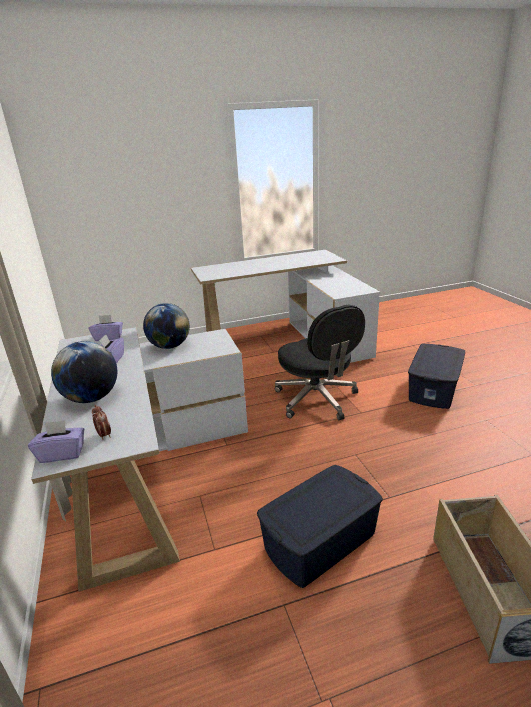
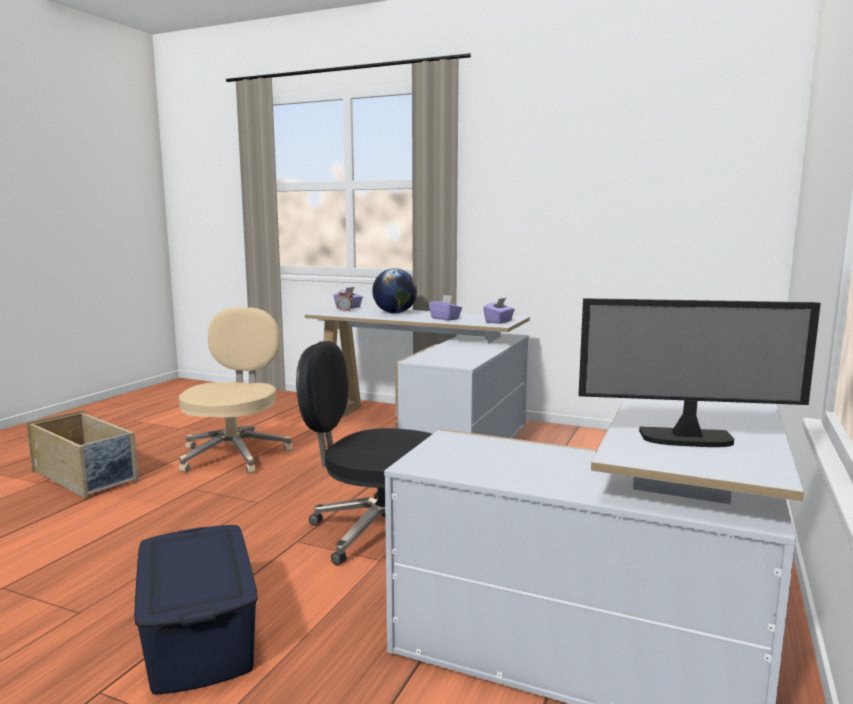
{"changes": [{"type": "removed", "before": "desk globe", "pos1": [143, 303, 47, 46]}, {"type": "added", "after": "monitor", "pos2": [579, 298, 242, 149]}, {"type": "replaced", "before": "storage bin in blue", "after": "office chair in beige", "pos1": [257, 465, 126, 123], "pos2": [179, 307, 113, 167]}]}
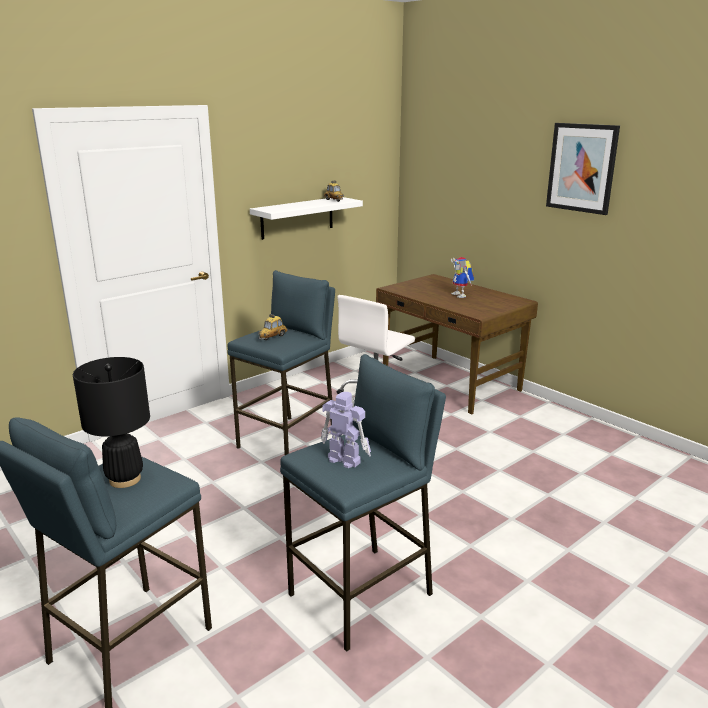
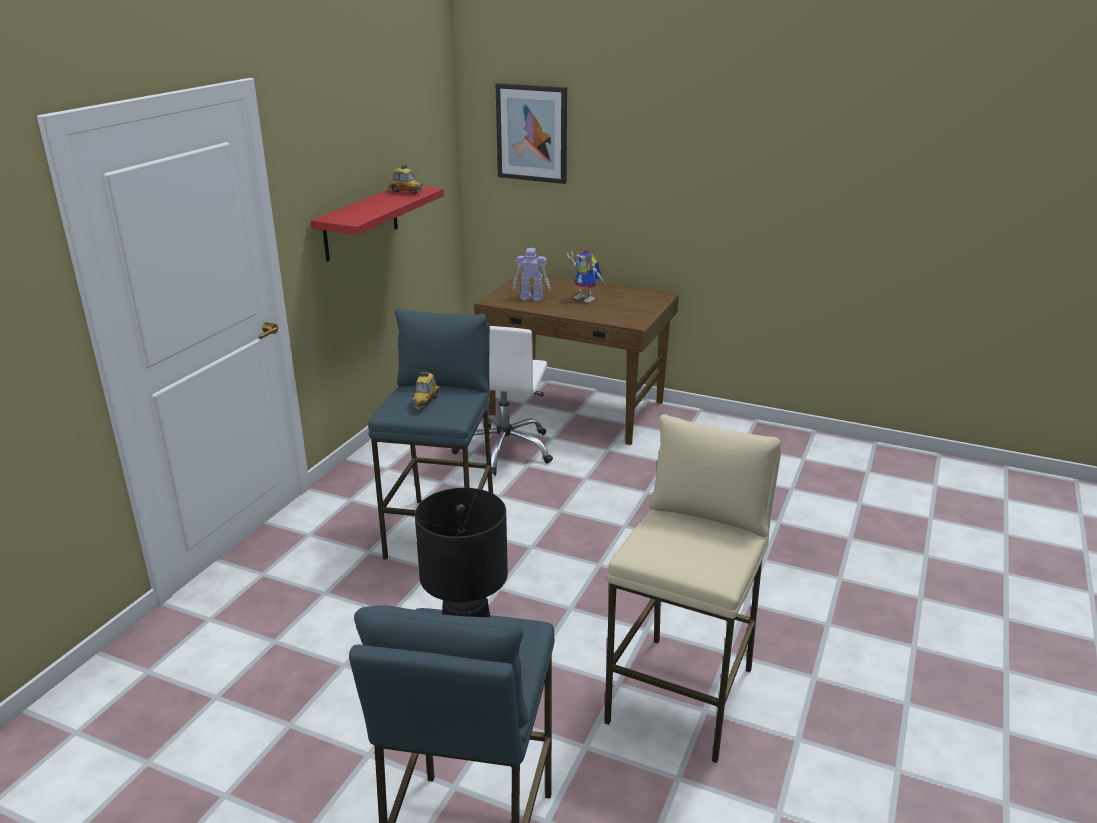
{"changes": [{"type": "moved", "before": "toy robot", "pos1": [321, 392, 50, 76], "pos2": [512, 248, 39, 53]}, {"type": "moved", "before": "wall picture", "pos1": [546, 123, 74, 92], "pos2": [496, 83, 71, 101]}, {"type": "recoloured", "before": "wall shelf in white", "after": "wall shelf in reddish", "pos1": [250, 197, 113, 43], "pos2": [311, 186, 133, 76]}, {"type": "recoloured", "before": "stool in blue", "after": "stool in beige", "pos1": [280, 354, 166, 298], "pos2": [604, 414, 178, 350]}]}
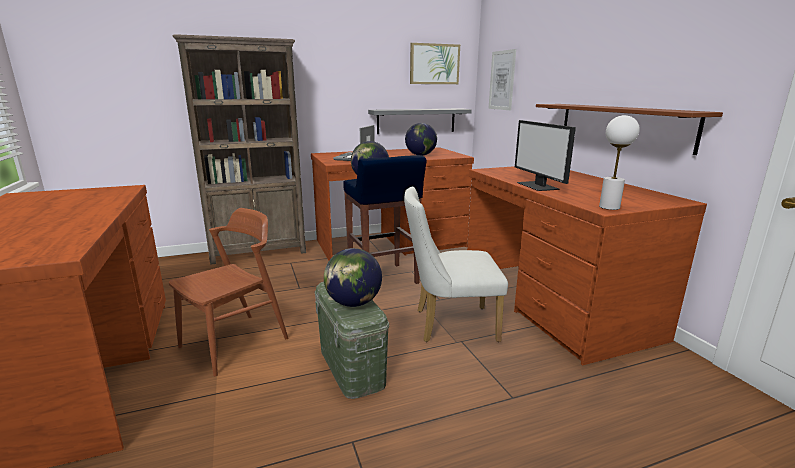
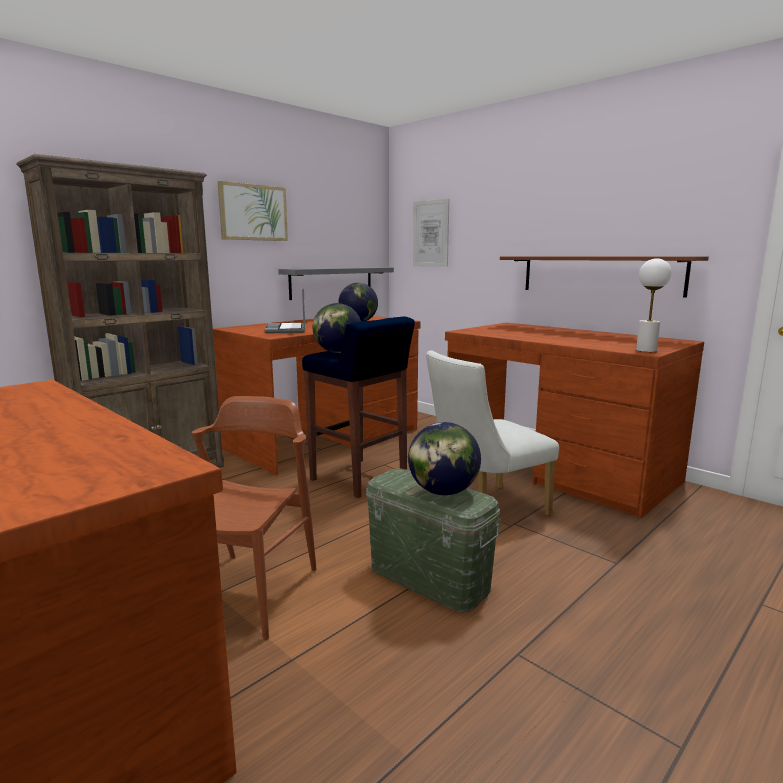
{"changes": [{"type": "removed", "before": "monitor", "pos1": [515, 120, 61, 71]}, {"type": "moved", "before": "wall picture", "pos1": [410, 43, 50, 41], "pos2": [217, 181, 71, 60]}]}
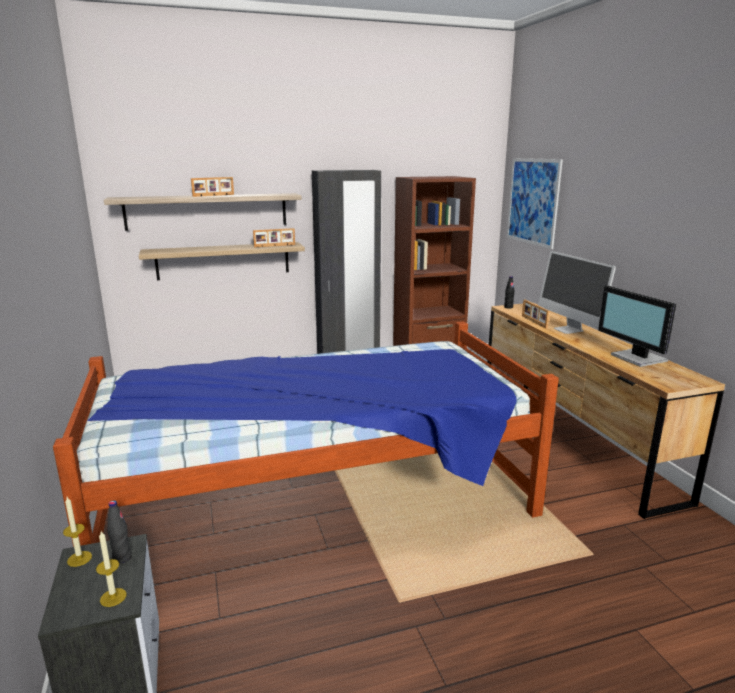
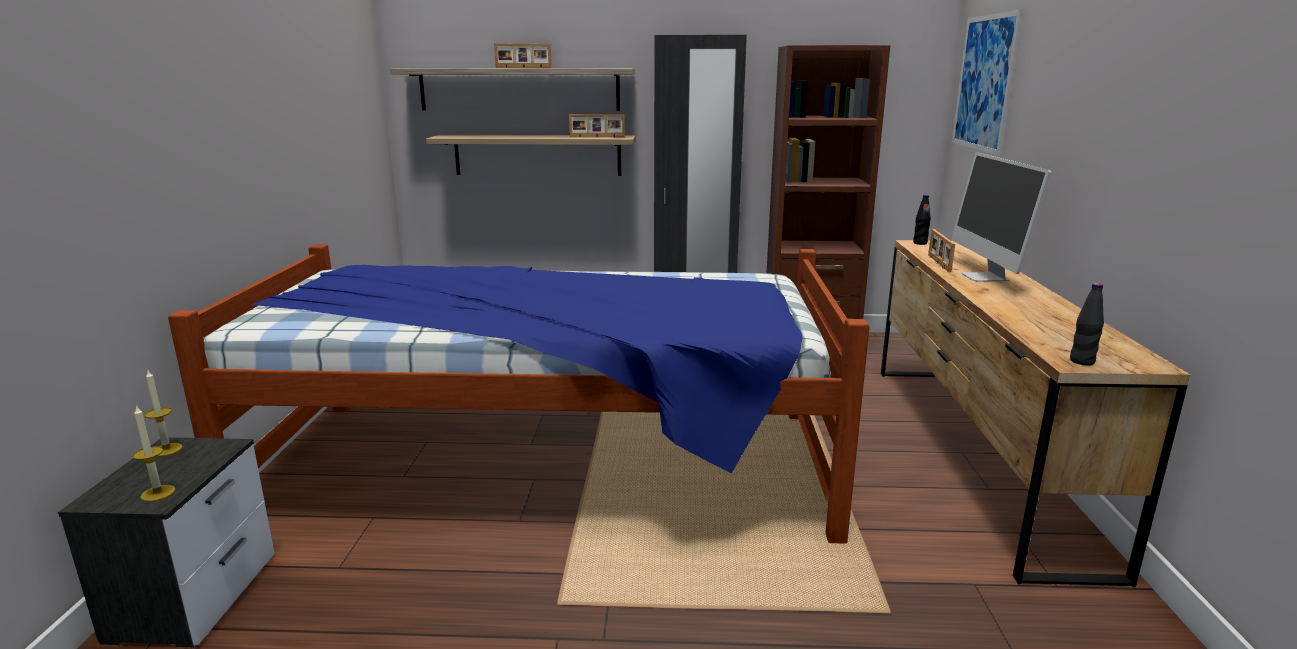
{"changes": [{"type": "removed", "before": "monitor", "pos1": [598, 286, 78, 81]}, {"type": "moved", "before": "bottle in black", "pos1": [107, 500, 25, 63], "pos2": [1070, 283, 34, 82]}]}
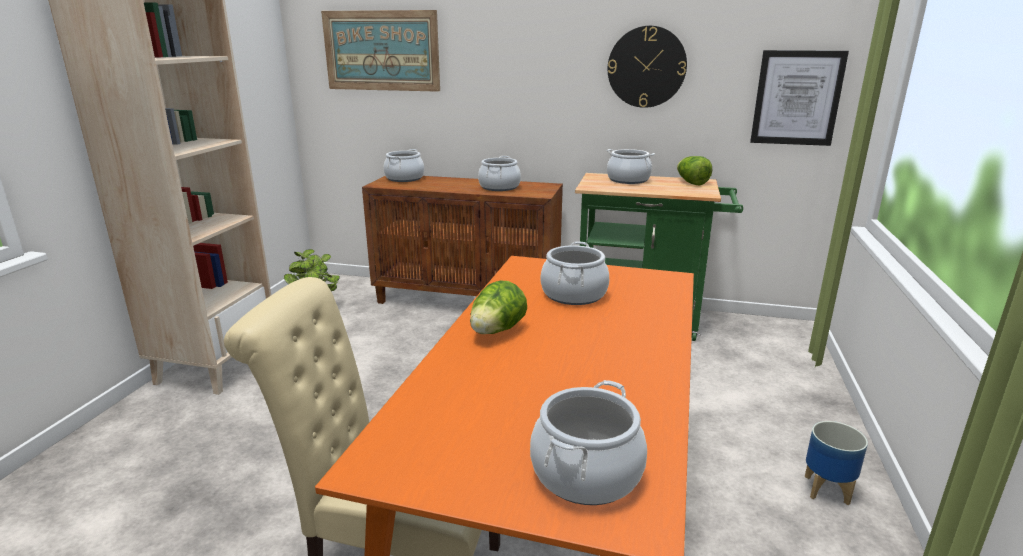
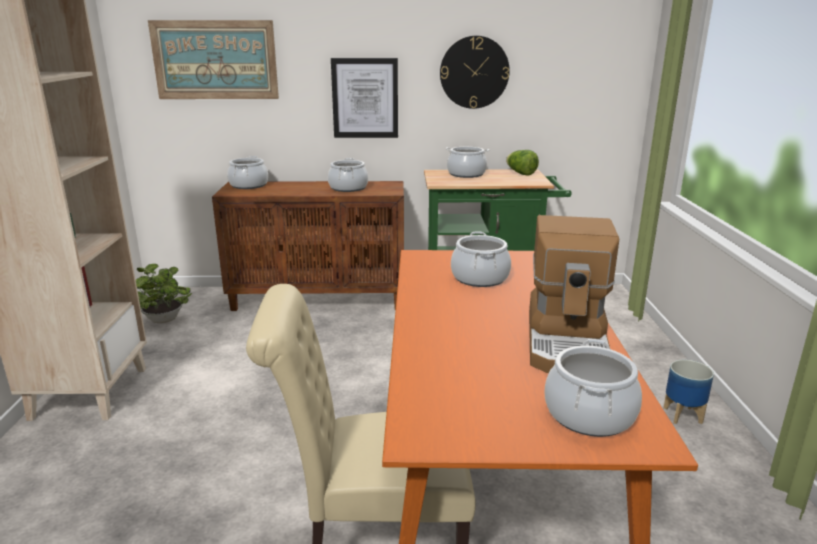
{"changes": [{"type": "removed", "before": "lettuce head", "pos1": [470, 280, 57, 54]}, {"type": "added", "after": "coffee machine", "pos2": [529, 215, 90, 158]}, {"type": "moved", "before": "wall picture", "pos1": [750, 50, 99, 96], "pos2": [331, 58, 67, 80]}]}
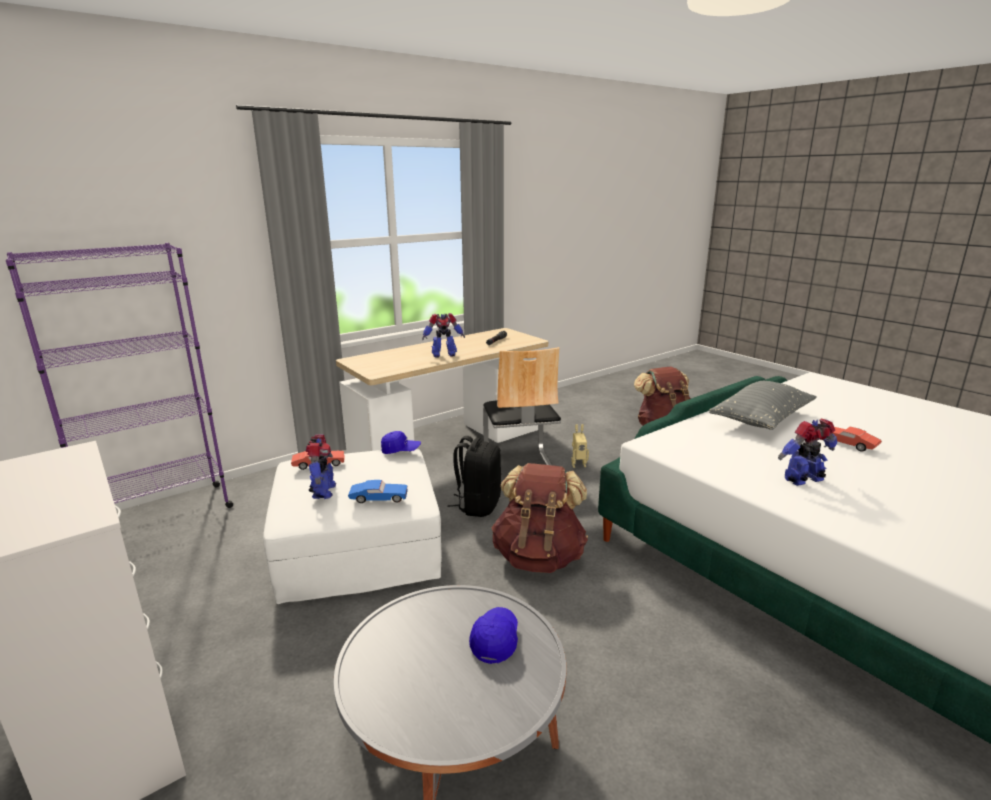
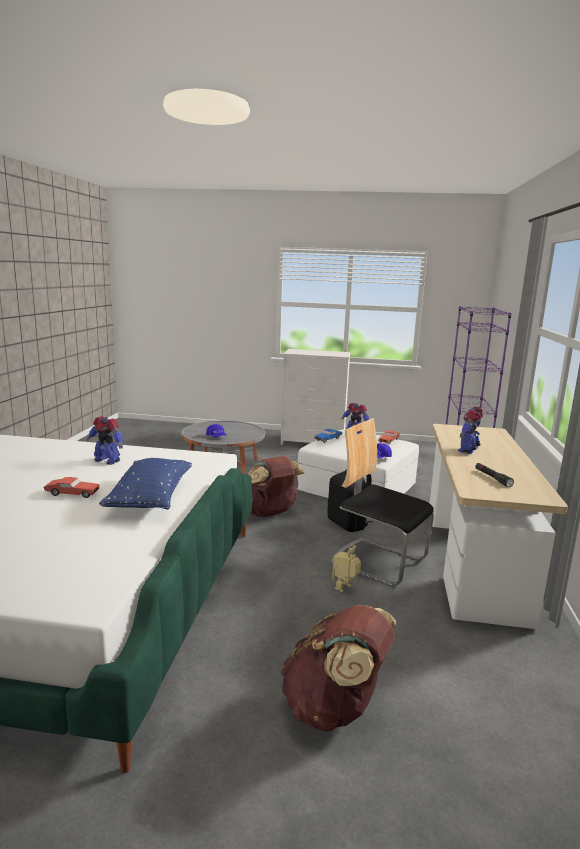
{"changes": [{"type": "recoloured", "before": "throw pillow in grey", "after": "throw pillow in blue", "pos1": [709, 381, 108, 49], "pos2": [99, 458, 93, 52]}, {"type": "turned", "before": "toy robot", "pos1": [778, 418, 59, 68], "pos2": [87, 416, 36, 49], "turn": 90}]}
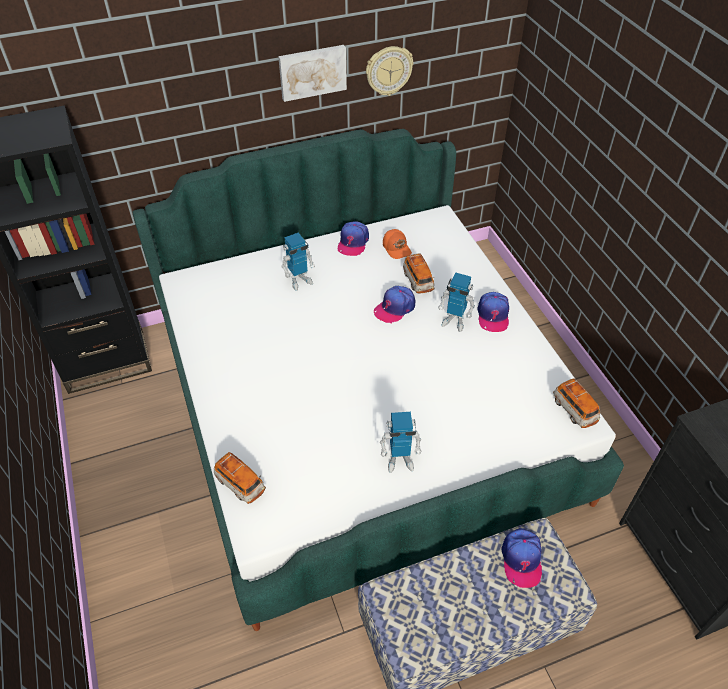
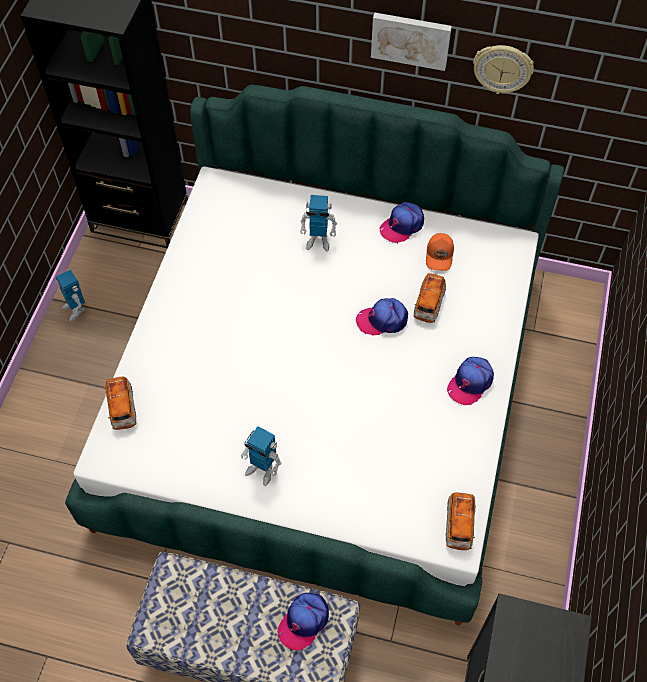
{"changes": [{"type": "moved", "before": "toy robot", "pos1": [439, 272, 36, 60], "pos2": [56, 270, 29, 51]}]}
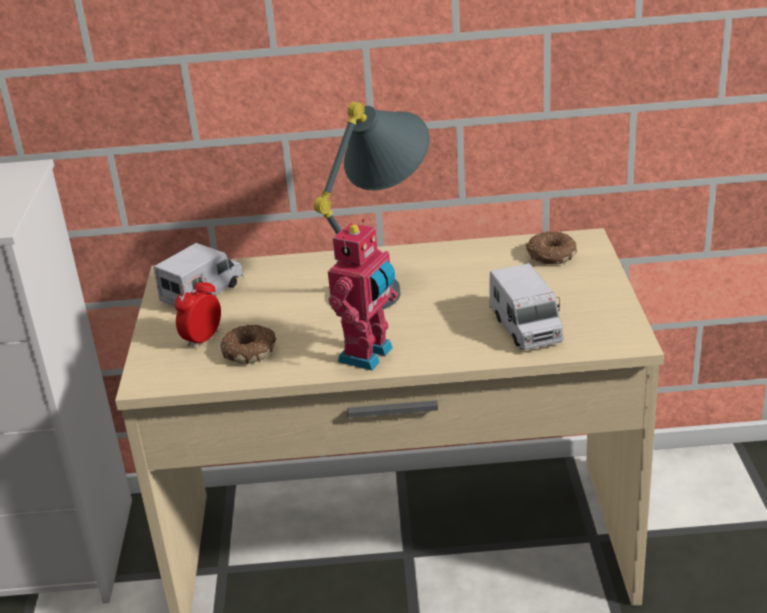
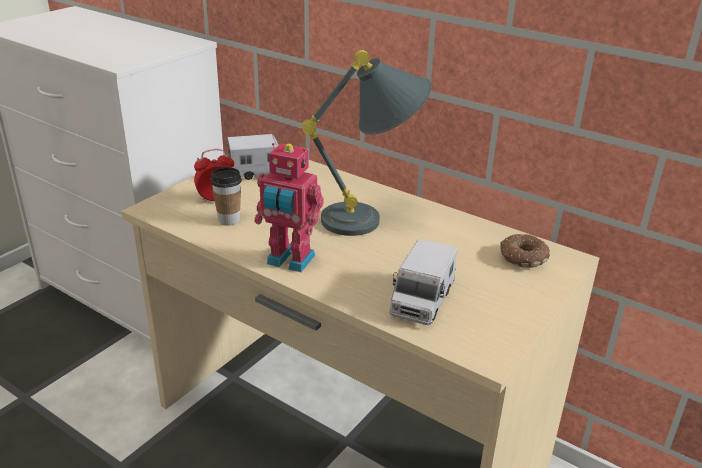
{"changes": [{"type": "replaced", "before": "donut", "after": "cup", "pos1": [220, 324, 57, 40], "pos2": [210, 167, 32, 59]}, {"type": "turned", "before": "toy robot", "pos1": [328, 219, 70, 151], "pos2": [254, 143, 70, 129], "turn": 45}]}
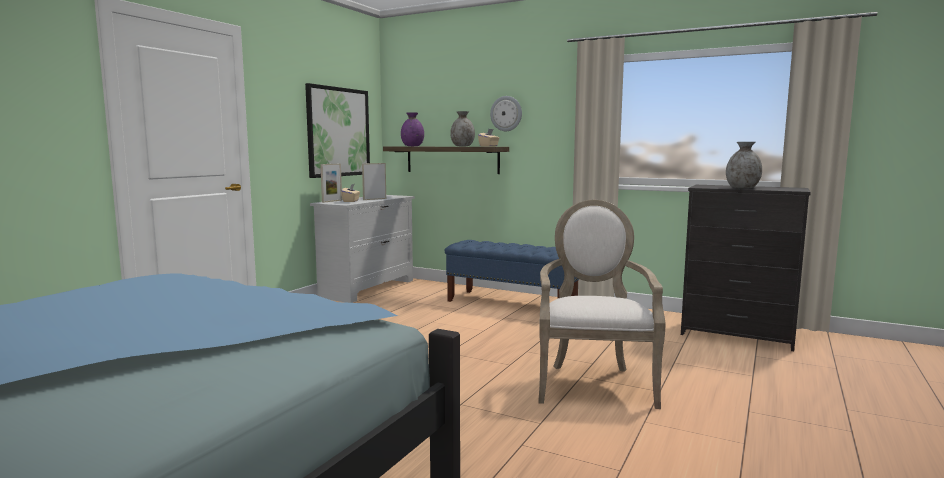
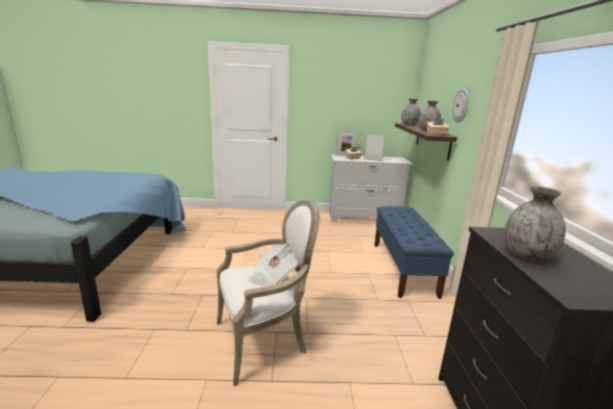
{"changes": [{"type": "removed", "before": "wall picture", "pos1": [305, 83, 65, 95]}, {"type": "added", "after": "printed paper", "pos2": [248, 244, 51, 43]}, {"type": "recoloured", "before": "vase in purple-coloured", "after": "vase in grey", "pos1": [401, 112, 23, 34], "pos2": [401, 99, 20, 27]}]}
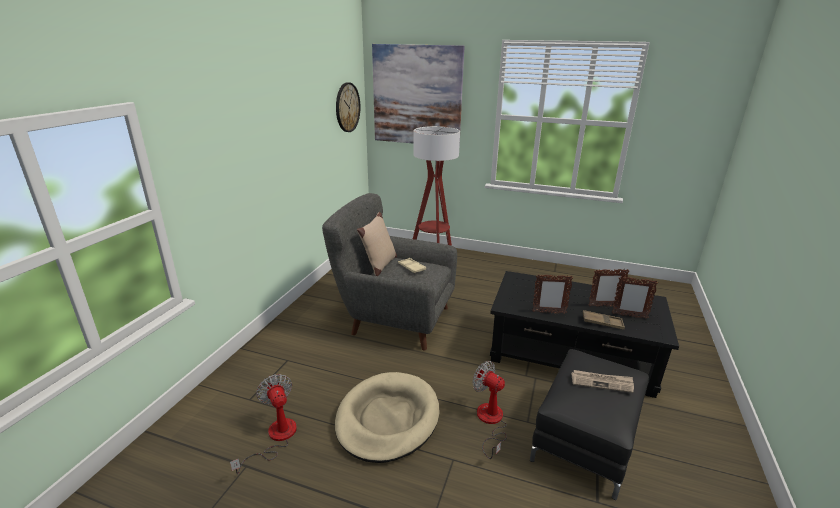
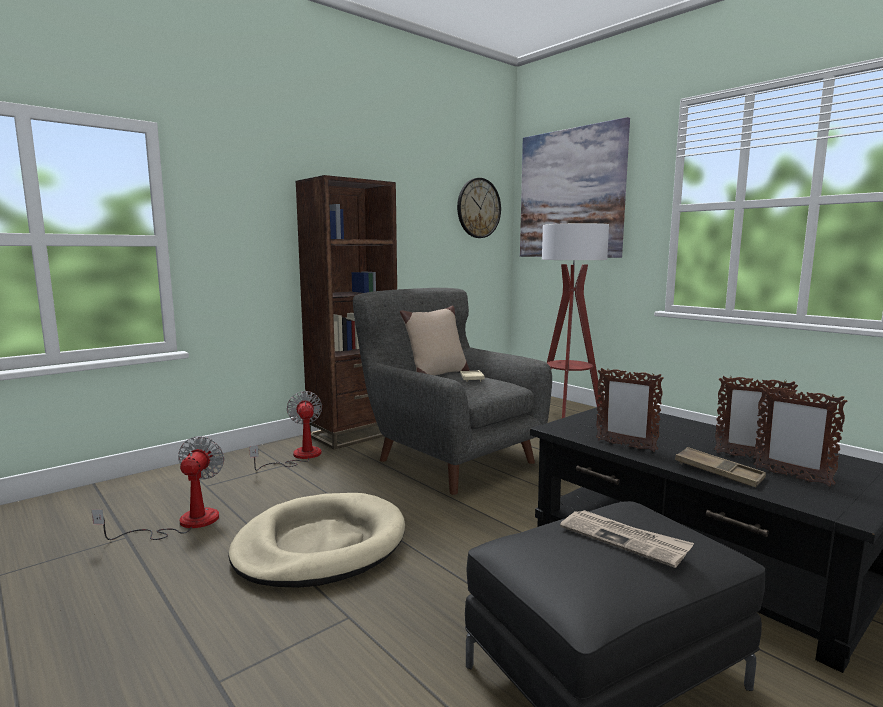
{"changes": [{"type": "added", "after": "shelving unit in brown-coloured", "pos2": [295, 175, 102, 275]}, {"type": "moved", "before": "fan", "pos1": [473, 361, 34, 98], "pos2": [249, 391, 73, 80]}]}
